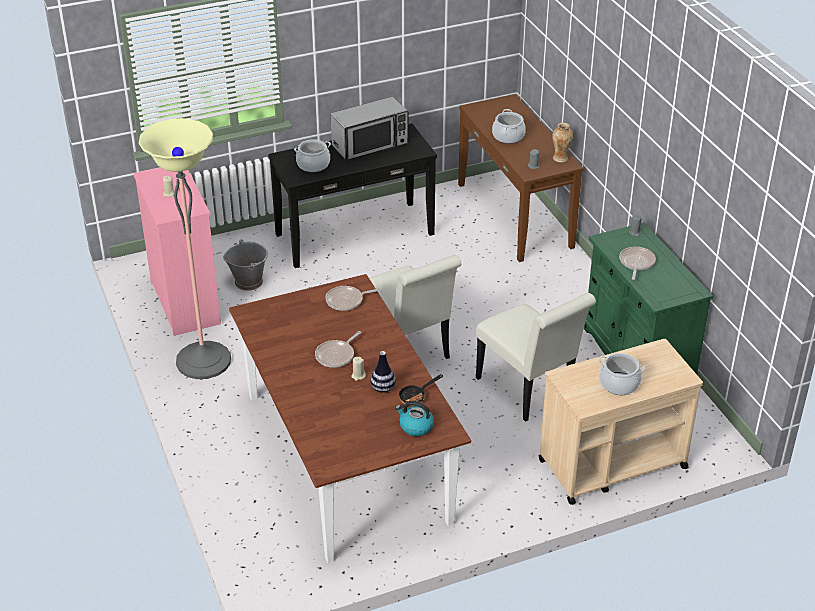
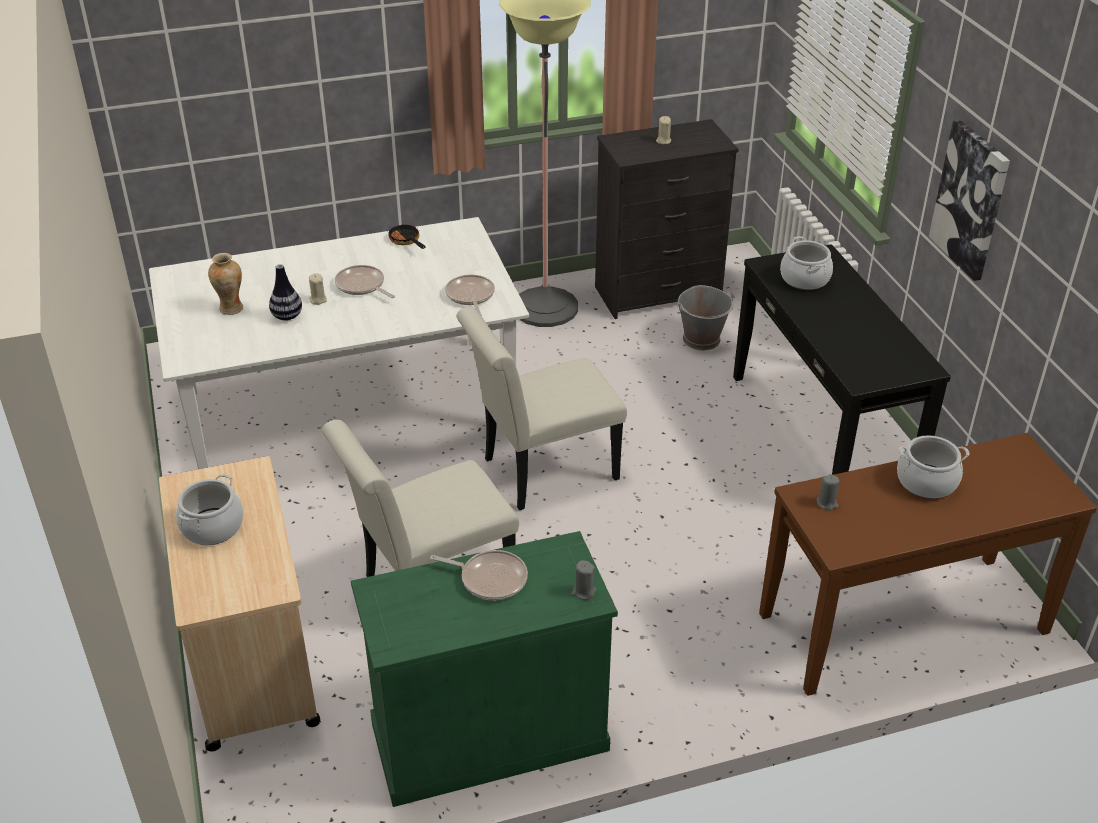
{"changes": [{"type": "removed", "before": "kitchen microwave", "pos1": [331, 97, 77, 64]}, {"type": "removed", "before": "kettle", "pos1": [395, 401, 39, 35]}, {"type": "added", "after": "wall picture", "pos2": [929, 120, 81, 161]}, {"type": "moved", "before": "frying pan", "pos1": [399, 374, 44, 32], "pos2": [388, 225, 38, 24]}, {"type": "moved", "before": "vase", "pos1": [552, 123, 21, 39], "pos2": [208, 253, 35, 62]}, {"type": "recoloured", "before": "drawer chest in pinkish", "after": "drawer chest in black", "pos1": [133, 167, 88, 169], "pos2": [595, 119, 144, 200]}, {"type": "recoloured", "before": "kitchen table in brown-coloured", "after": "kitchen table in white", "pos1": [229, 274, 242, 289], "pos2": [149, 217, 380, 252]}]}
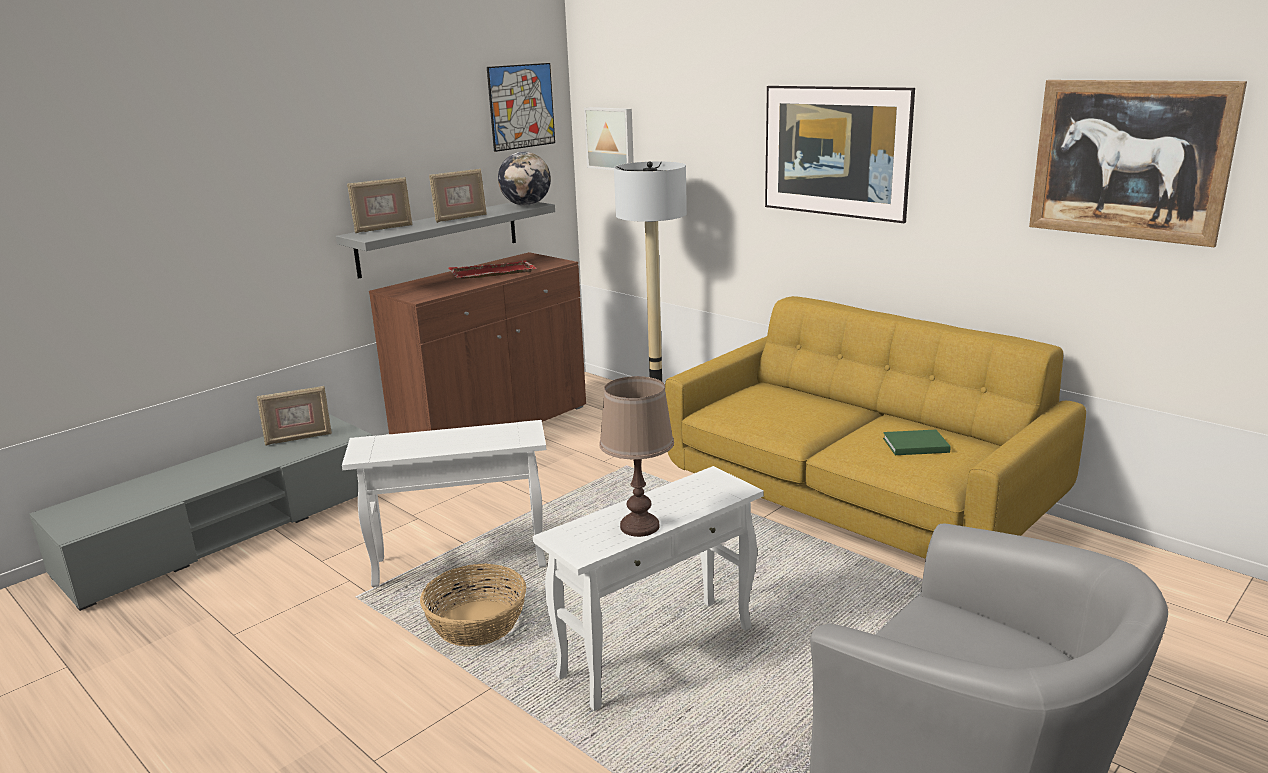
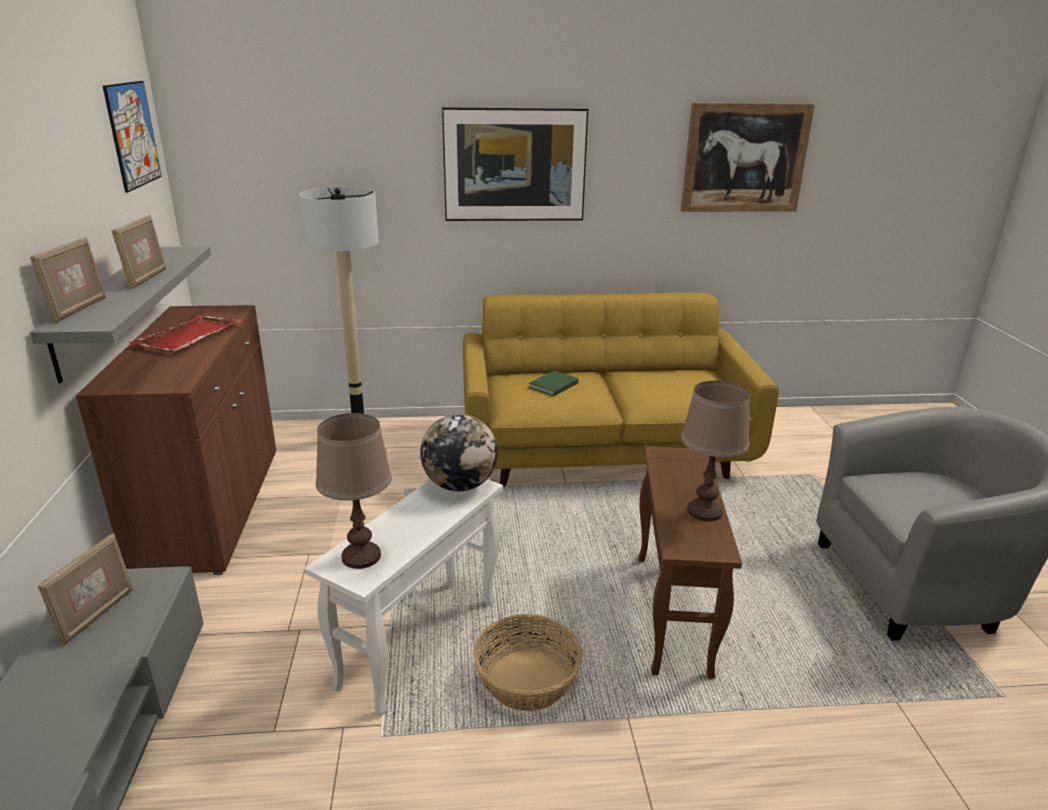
{"changes": [{"type": "removed", "before": "wall picture", "pos1": [584, 107, 50, 63]}, {"type": "added", "after": "lamp for a table in brown-coloured", "pos2": [316, 413, 76, 156]}, {"type": "moved", "before": "desk globe", "pos1": [498, 152, 53, 54], "pos2": [420, 414, 78, 77]}, {"type": "moved", "before": "book in green-coloured", "pos1": [883, 430, 68, 25], "pos2": [529, 371, 50, 25]}, {"type": "recoloured", "before": "accent table in white", "after": "accent table in brown-coloured", "pos1": [533, 466, 231, 245], "pos2": [639, 446, 103, 233]}]}
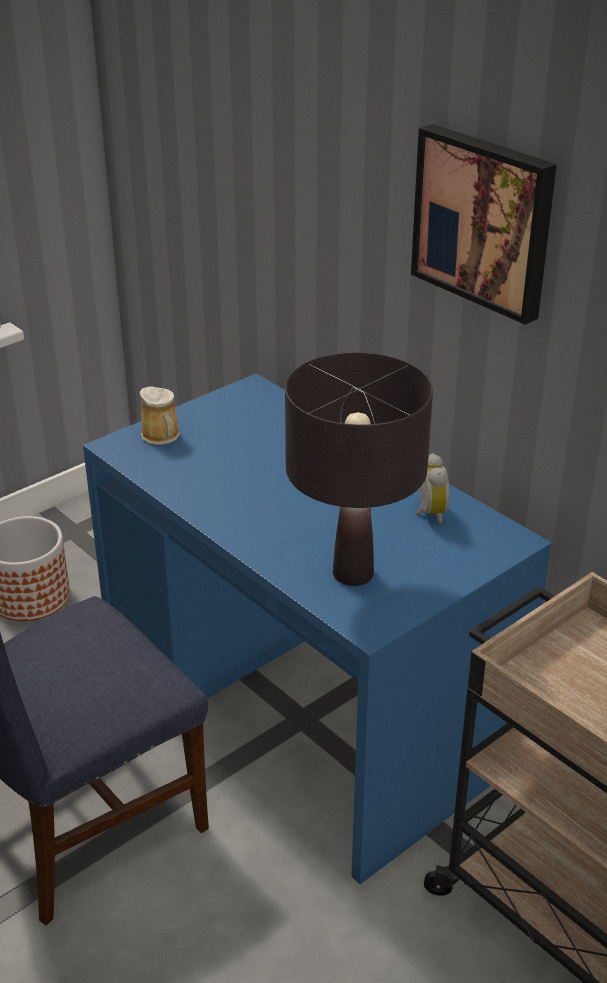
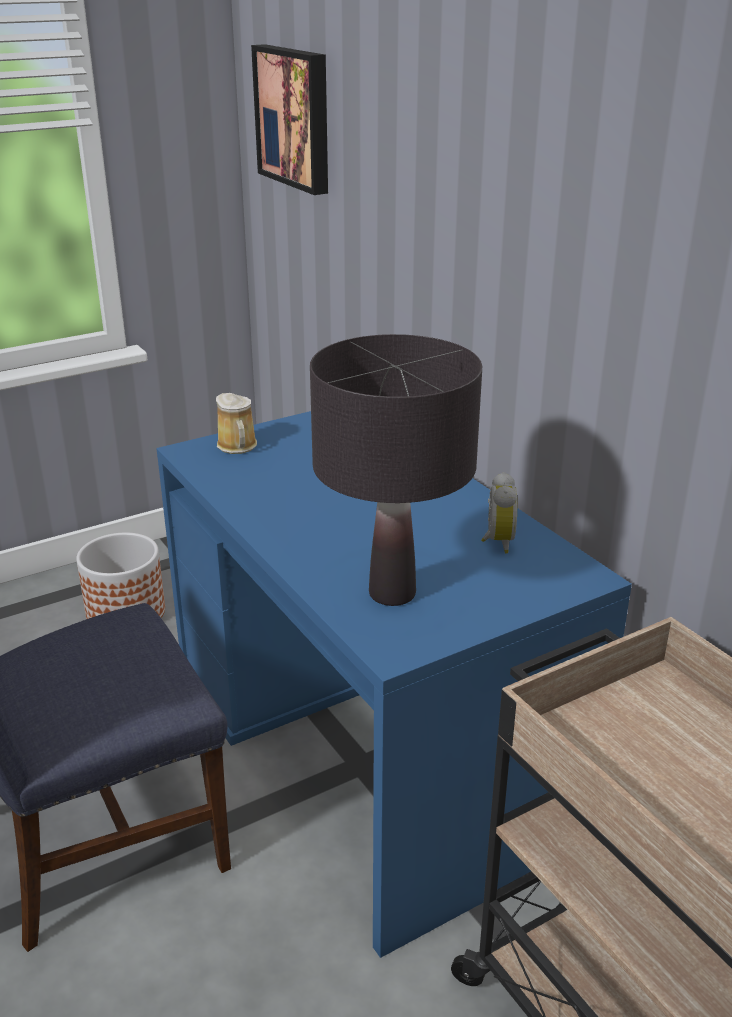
{"changes": [{"type": "moved", "before": "wall picture", "pos1": [411, 124, 146, 201], "pos2": [251, 44, 77, 151]}]}
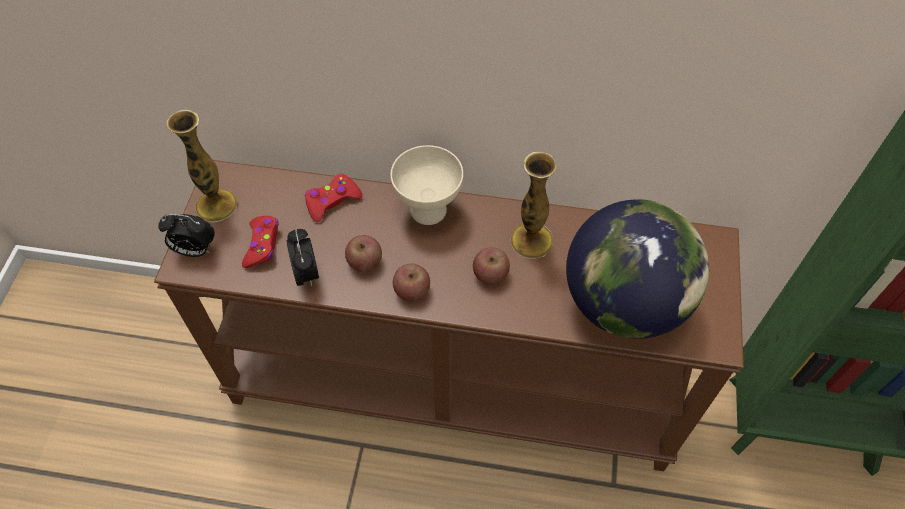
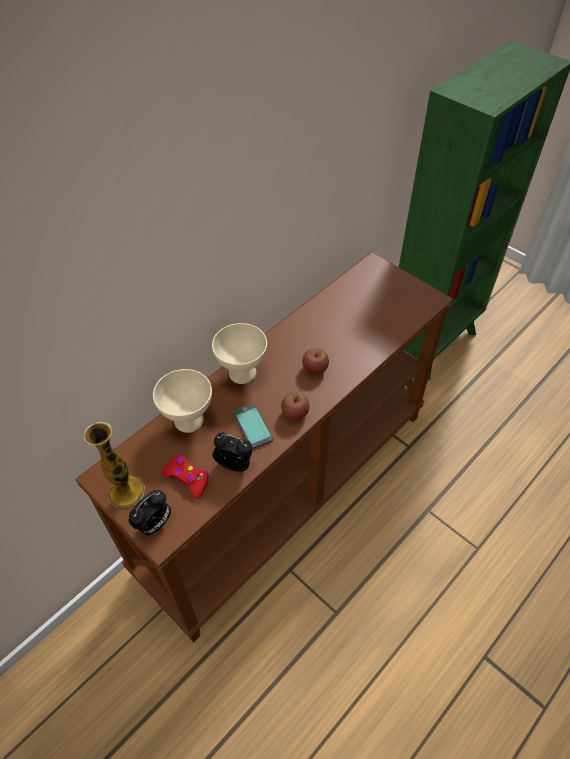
{"changes": [{"type": "removed", "before": "vase", "pos1": [510, 152, 47, 107]}, {"type": "removed", "before": "desk globe", "pos1": [566, 199, 143, 140]}, {"type": "replaced", "before": "game controller in reddish", "after": "deep dish in beige", "pos1": [305, 174, 58, 48], "pos2": [153, 369, 59, 64]}, {"type": "replaced", "before": "apple", "after": "phone", "pos1": [345, 235, 37, 37], "pos2": [234, 403, 39, 46]}]}
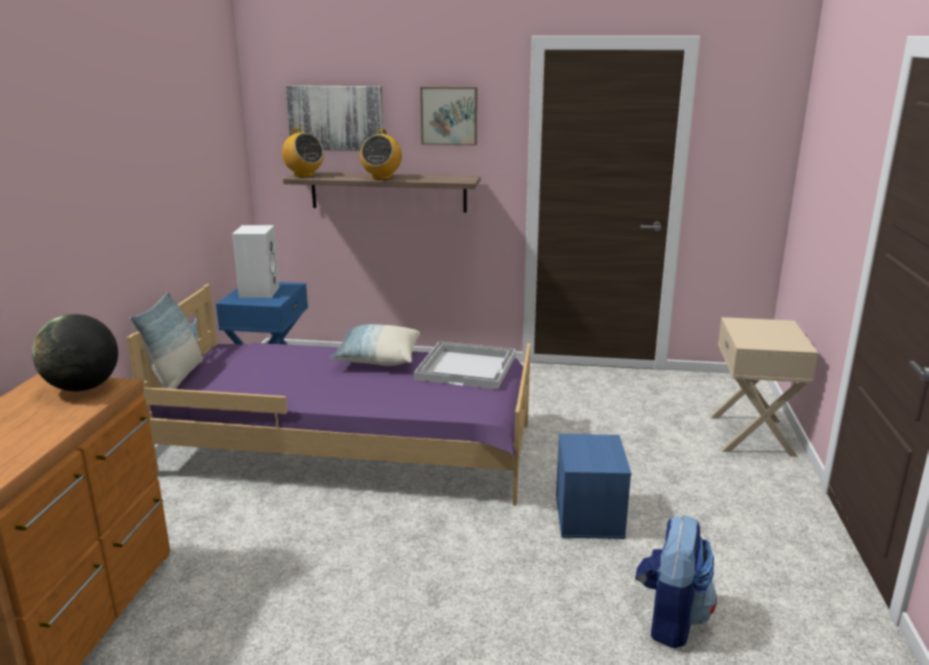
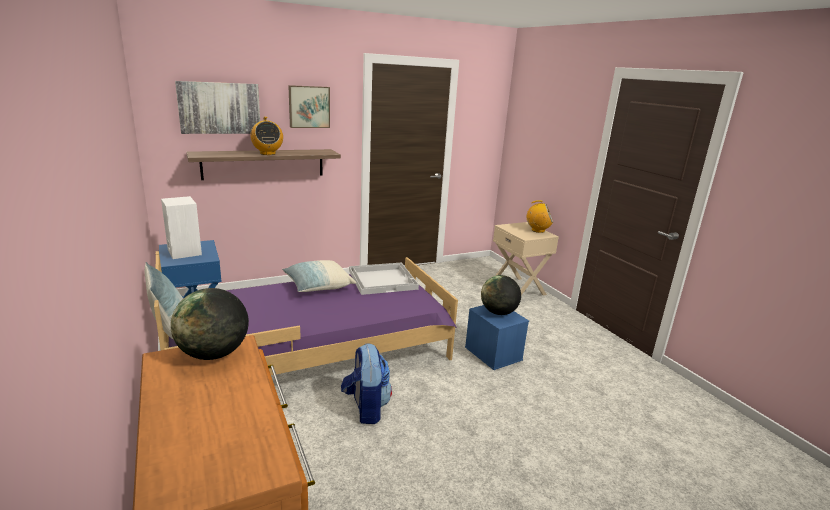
{"changes": [{"type": "added", "after": "desk globe", "pos2": [481, 275, 40, 40]}, {"type": "moved", "before": "radio receiver", "pos1": [281, 128, 43, 50], "pos2": [527, 200, 26, 33]}, {"type": "moved", "before": "rucksack", "pos1": [635, 515, 82, 133], "pos2": [341, 344, 51, 80]}]}
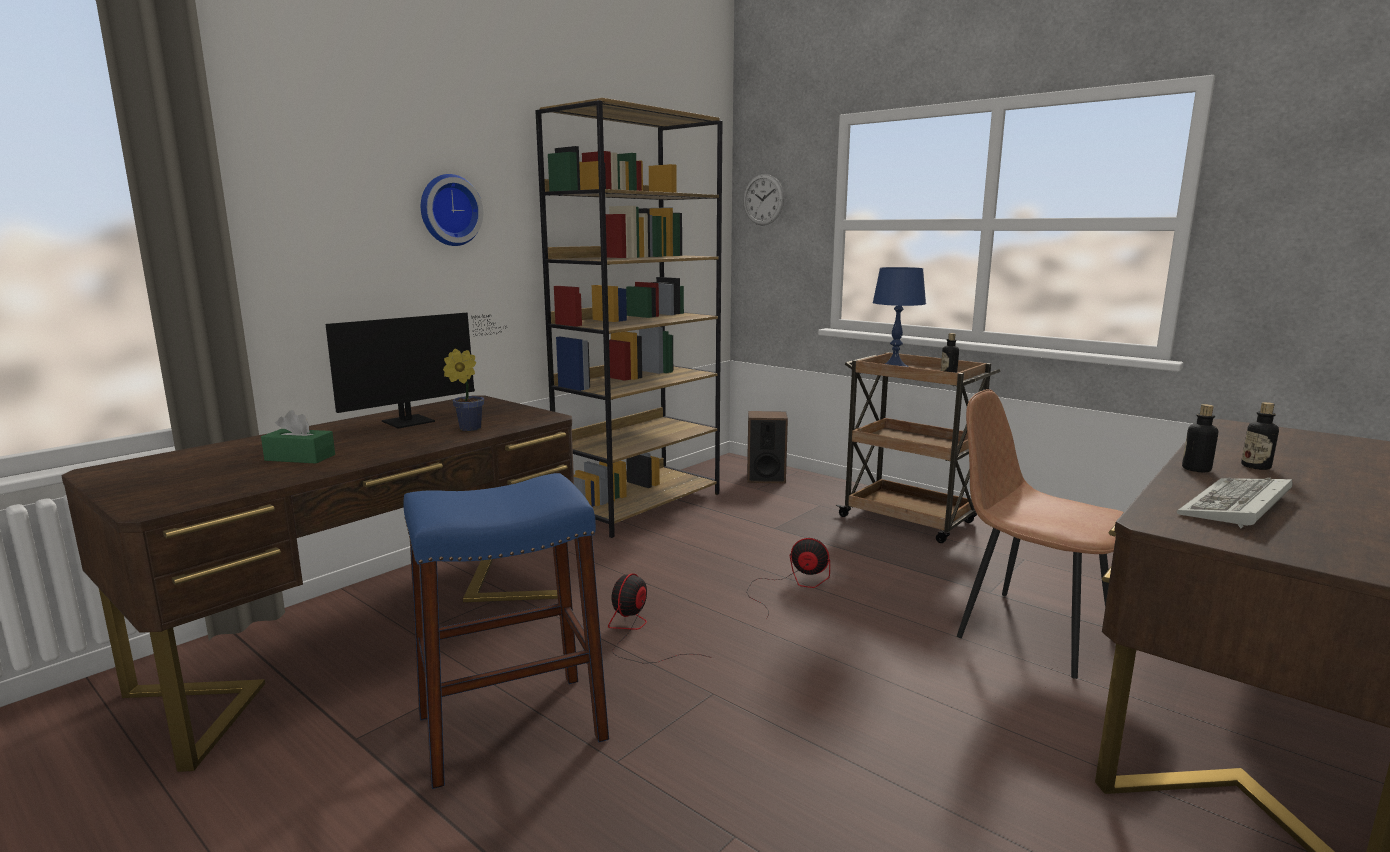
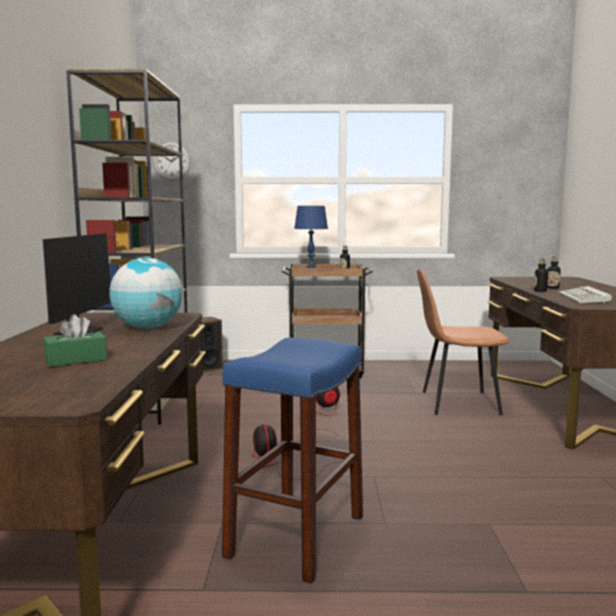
{"changes": [{"type": "removed", "before": "wall clock", "pos1": [421, 174, 62, 72]}, {"type": "replaced", "before": "plant in a pot", "after": "desk globe", "pos1": [443, 349, 41, 82], "pos2": [109, 258, 74, 71]}]}
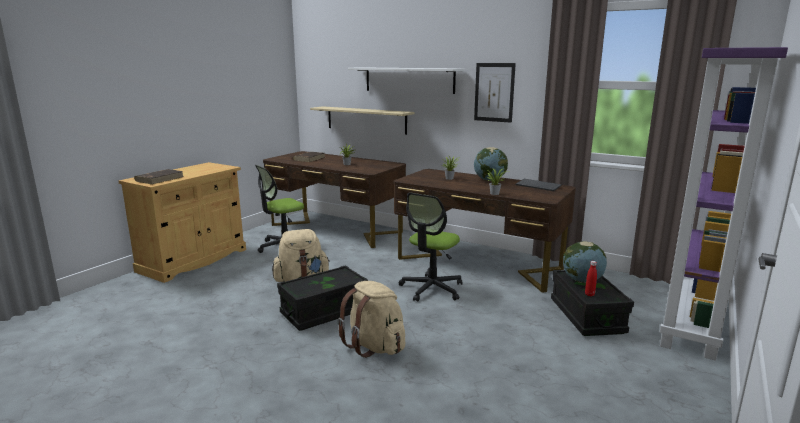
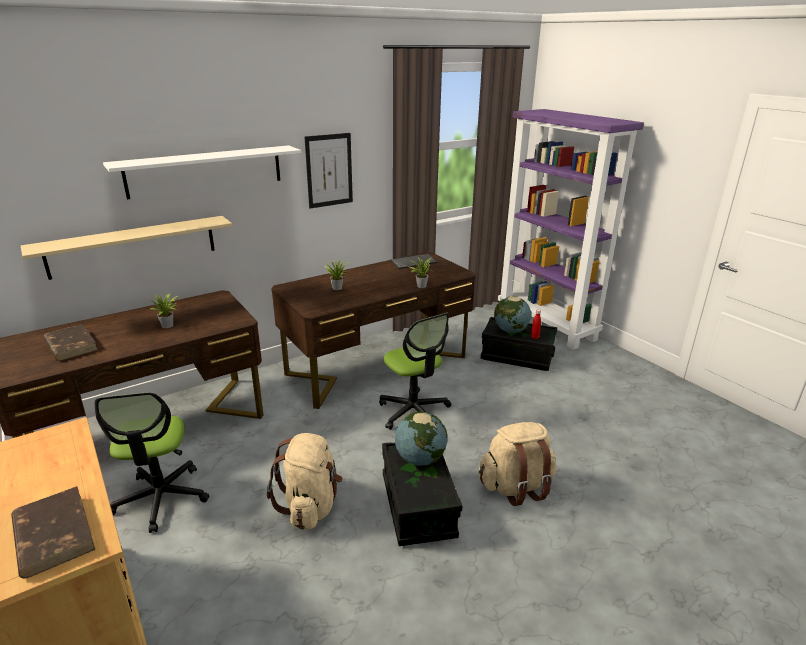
{"changes": [{"type": "moved", "before": "desk globe", "pos1": [474, 147, 34, 34], "pos2": [395, 412, 52, 54]}]}
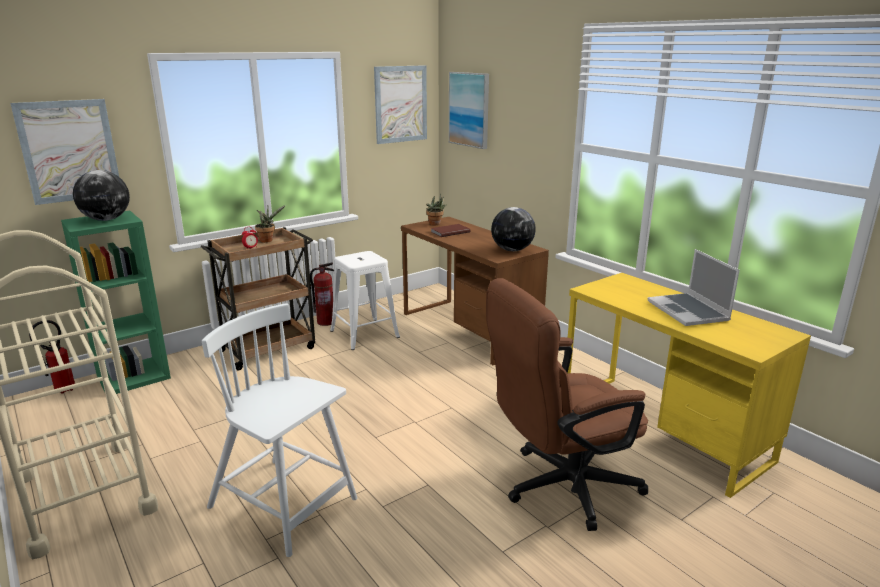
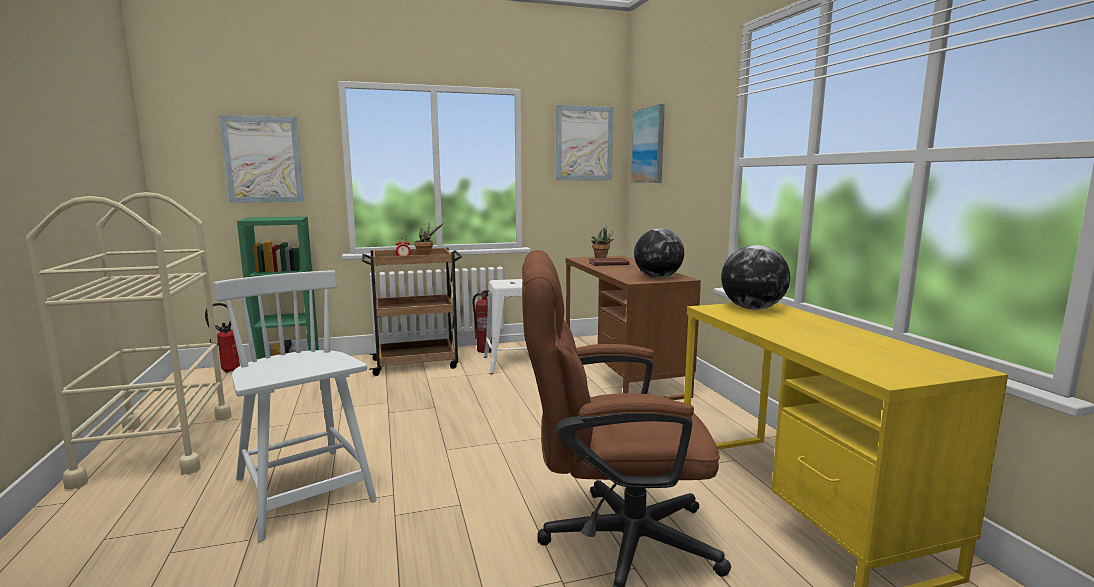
{"changes": [{"type": "removed", "before": "notebook computer", "pos1": [647, 249, 93, 77]}, {"type": "moved", "before": "desk globe", "pos1": [73, 170, 57, 51], "pos2": [721, 245, 69, 65]}]}
